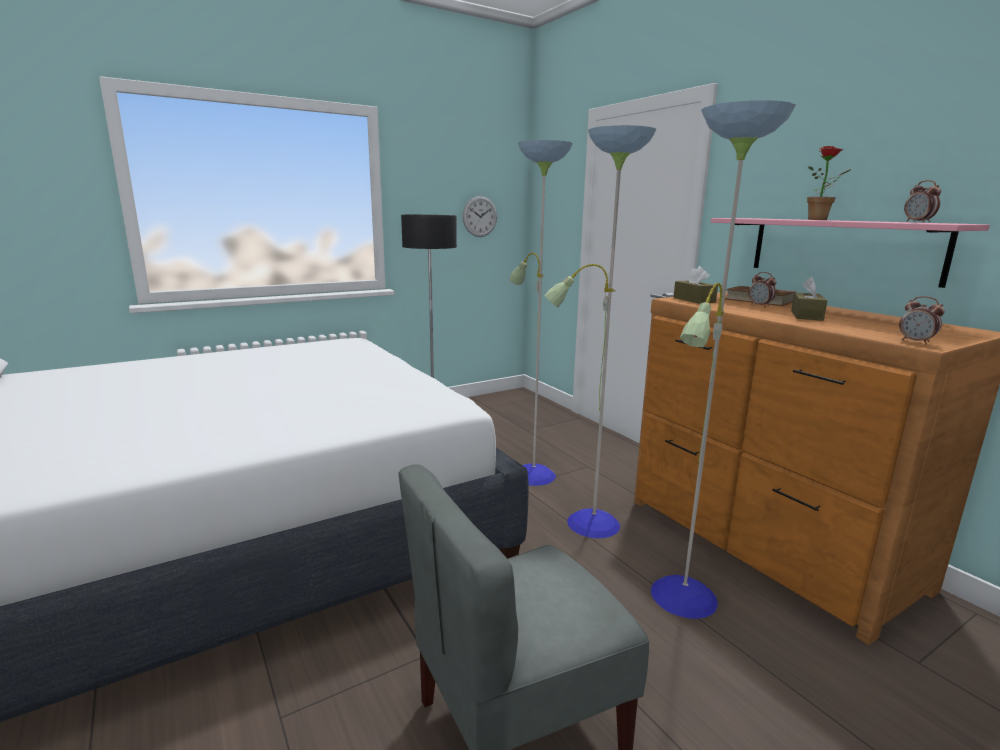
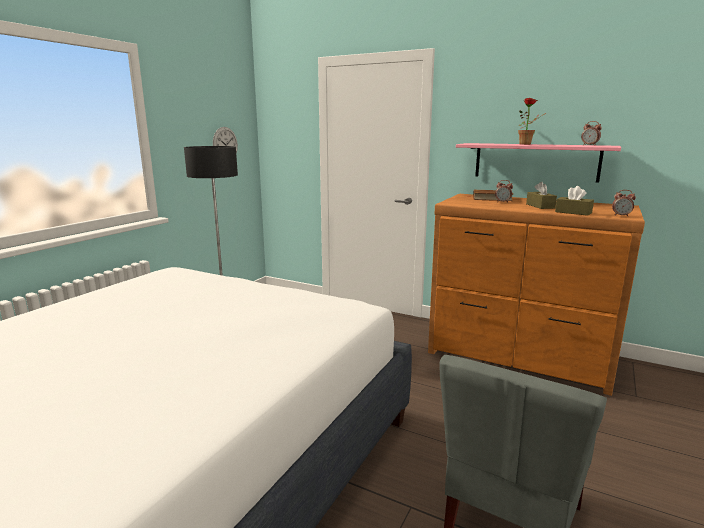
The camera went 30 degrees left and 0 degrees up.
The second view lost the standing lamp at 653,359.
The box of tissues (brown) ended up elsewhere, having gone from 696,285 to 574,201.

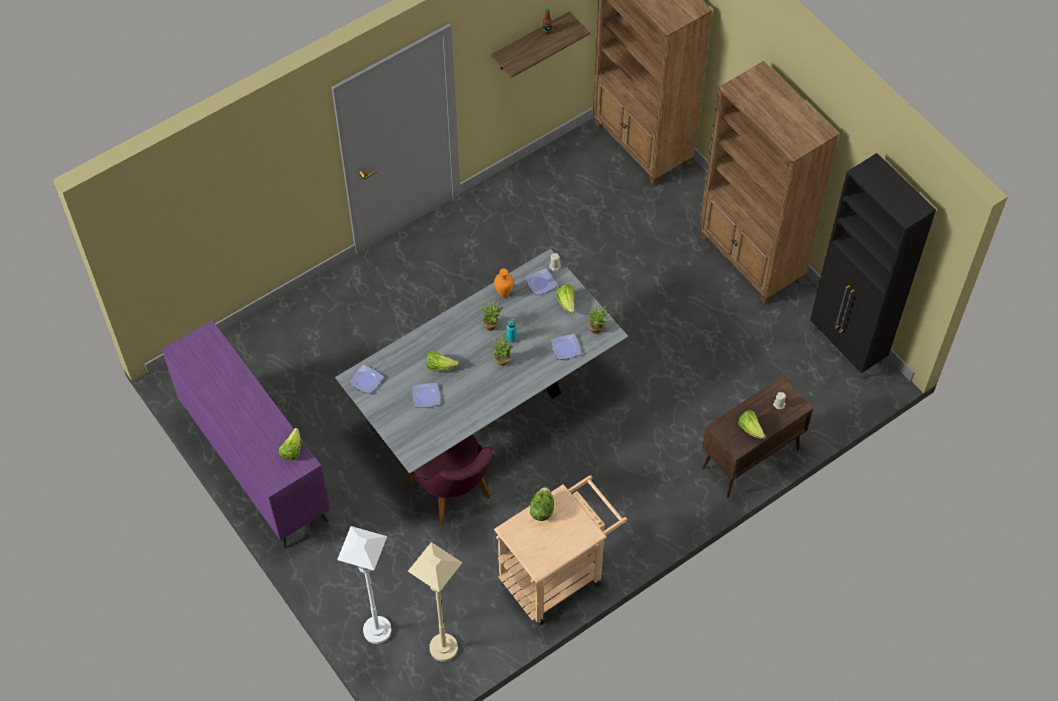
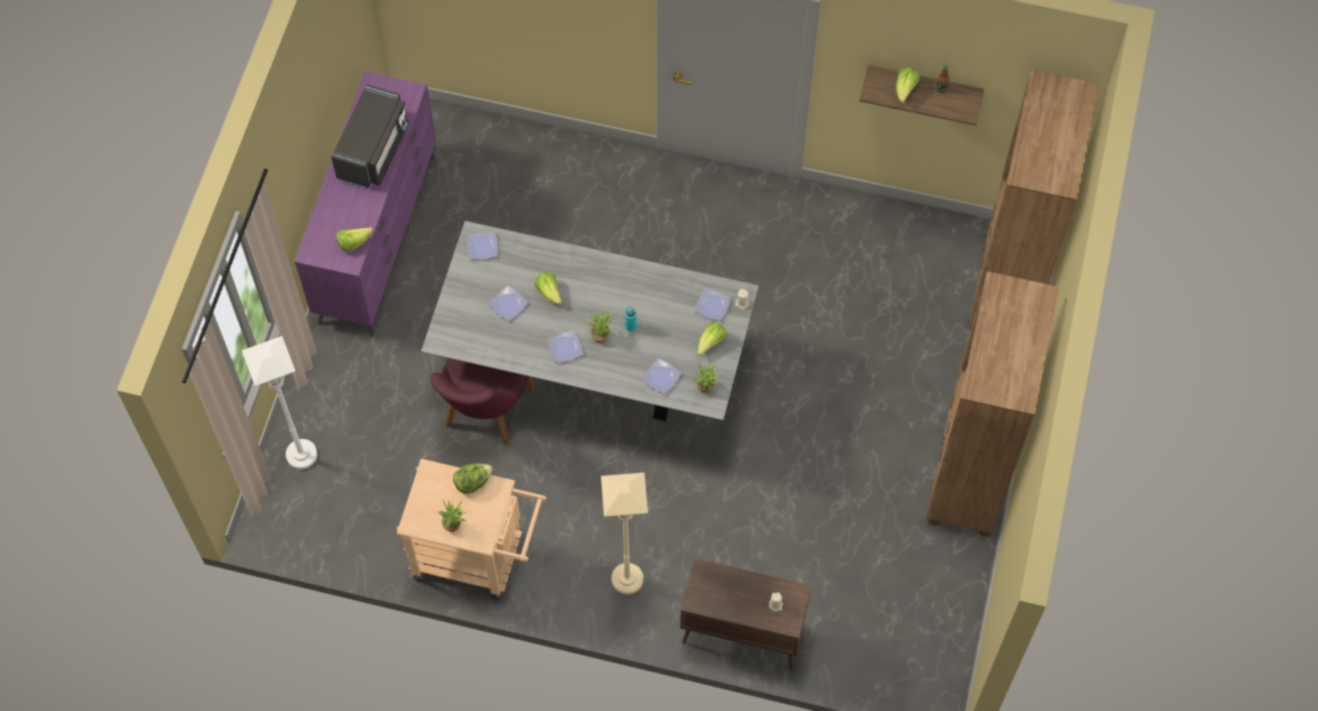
The camera went 50 degrees right and 5 degrees up.
The second view lost the decorative vase (orange-coloured) at 504,283.
The second view lost the storage cabinet (black) at 873,266.
The second view gained the microwave oven (black) at 370,136.
The second view gained the dinner plate at 566,347.
The standing lamp (beige-coloured) ended up elsewhere, having gone from 435,602 to 624,534.
The houseplant ended up elsewhere, having gone from 492,315 to 453,515.
The lettuce ended up elsewhere, having gone from 752,424 to 908,85.

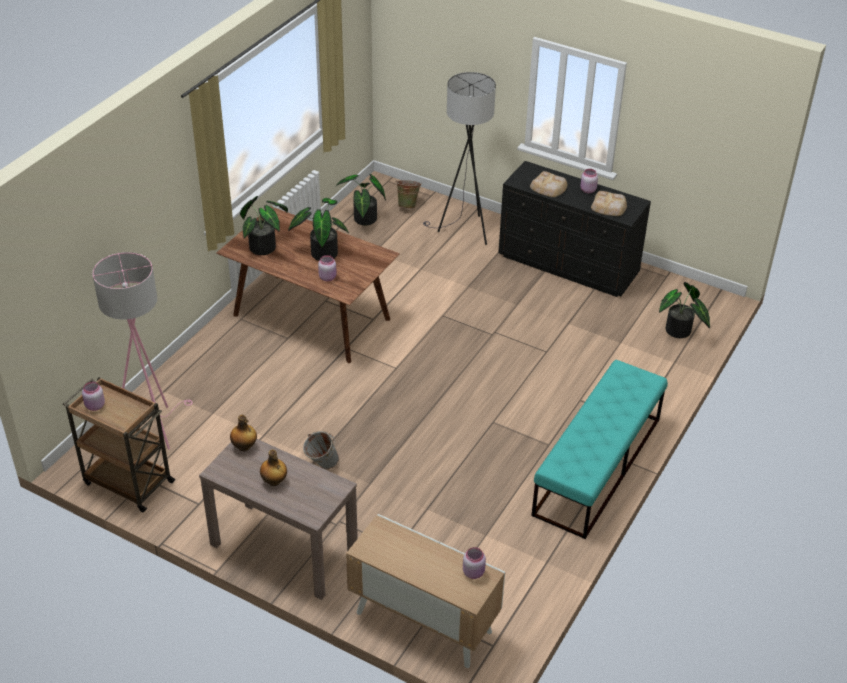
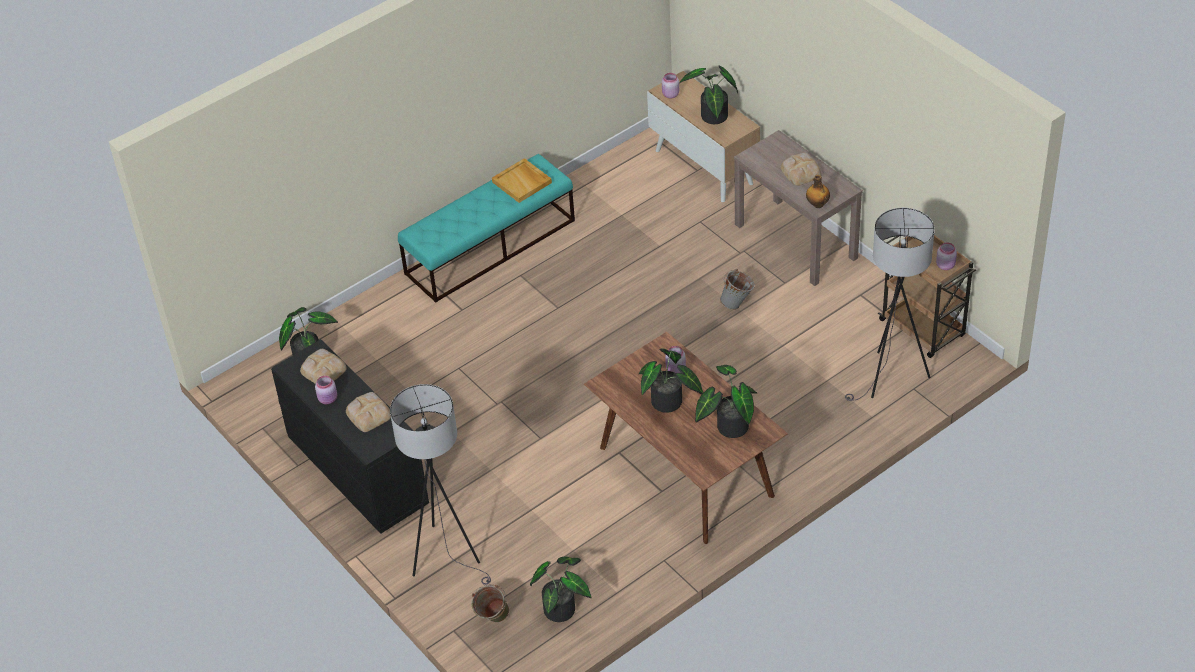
The camera went 155 degrees left and 5 degrees up.
The second view gained the serving tray (beige-coloured) at 522,180.
The second view gained the houseplant at 708,95.
Where the beverage bottle stood at 273,468, the bread came to stand at 801,169.
What was the standing lamp (pink) at 142,351 turned into the standing lamp (grey) at 890,304.

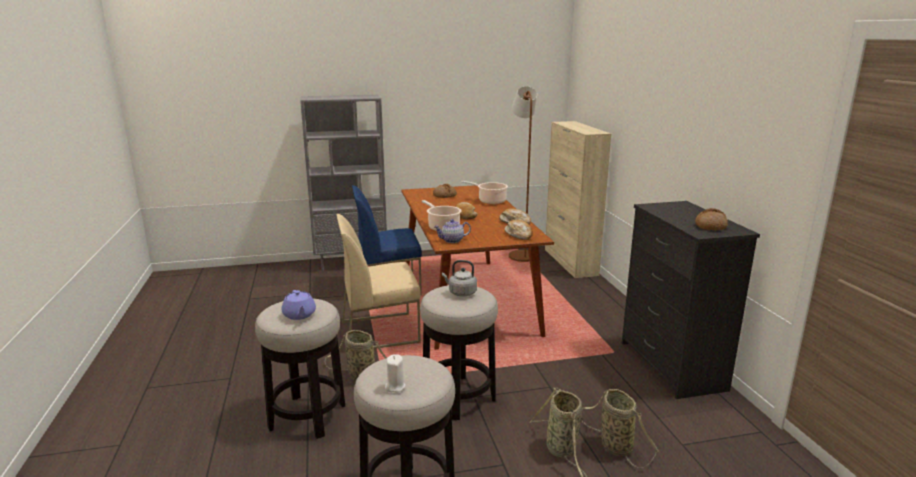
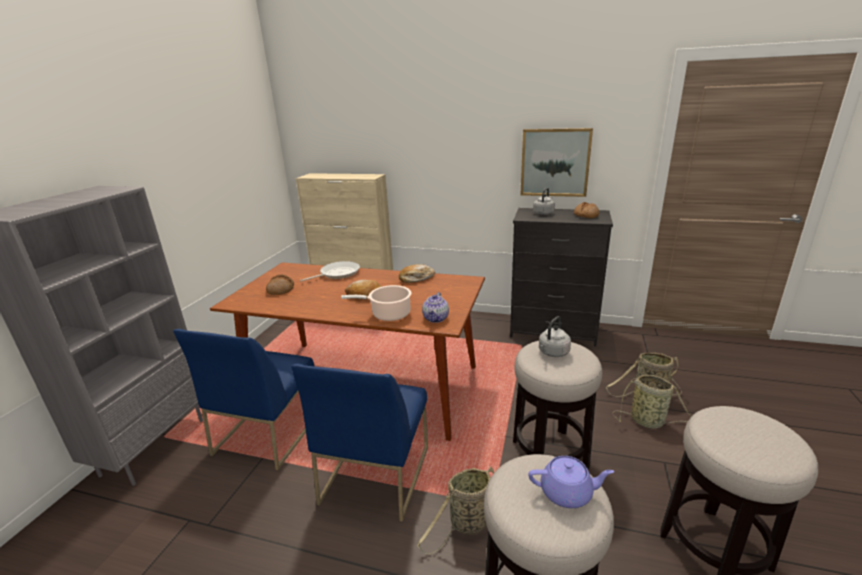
The camera went 60 degrees left and 5 degrees up.
The second view lost the wax candle (white-coloured) at 395,373.
The second view lost the bread at 519,230.
The second view lost the standing lamp (brown) at 523,174.
The second view gained the wall art at 556,162.
The second view gained the kettle (grey) at 544,201.
Where the saucepot stood at 485,192, the frying pan came to stand at 330,271.
What was the chair (beige-coloured) at 378,281 turned into the chair (blue) at 360,443.

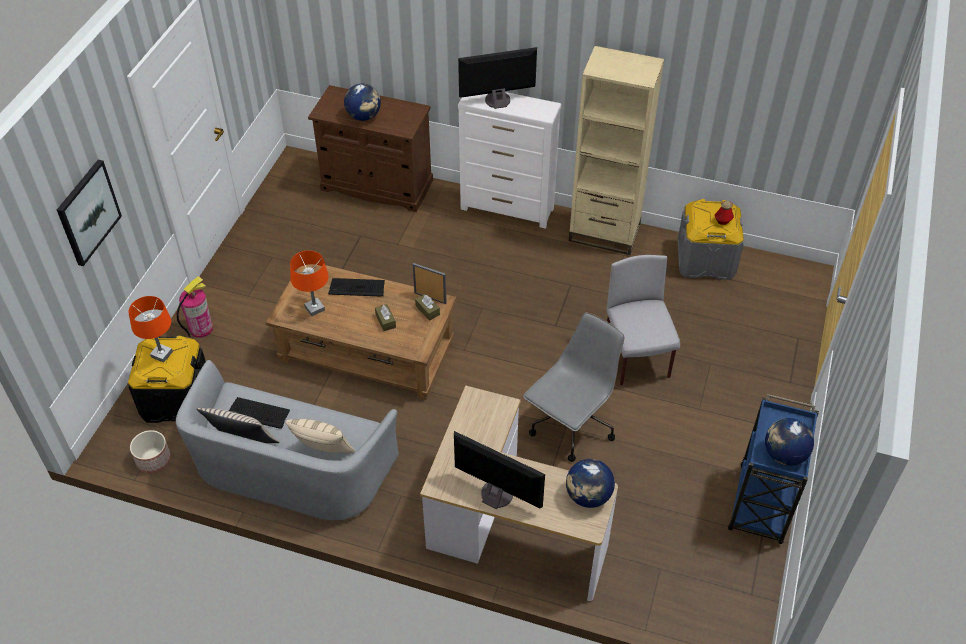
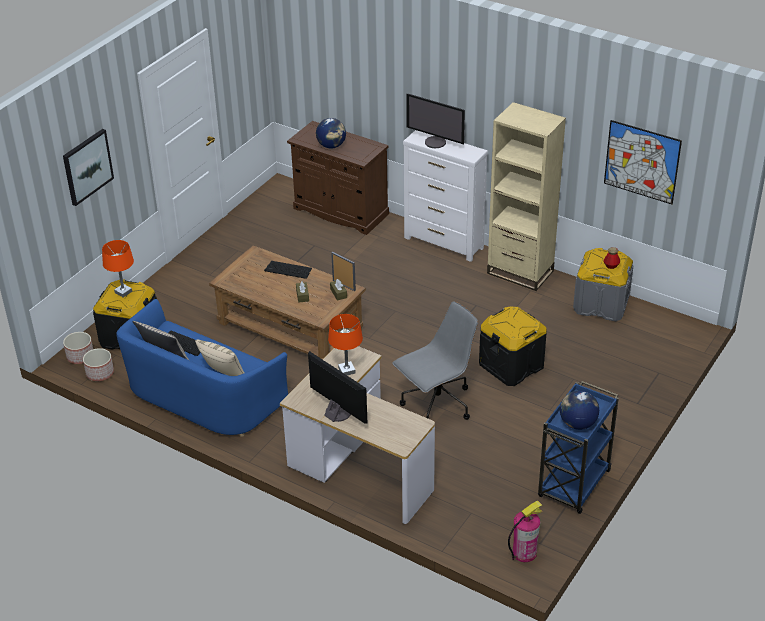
The camera went 15 degrees right and 10 degrees down.
The second view lost the globe at 590,483.
The second view gained the planter at 78,348.
The second view gained the wall art at 643,162.
The extinguisher ended up elsewhere, having gone from 194,307 to 525,531.
The table lamp (orange-coloured) ended up elsewhere, having gone from 309,283 to 345,344.
Where the chair (grey) stood at 643,320, the storage container (black) came to stand at 513,346.
What was the couch (grey) at 287,440 turned into the couch (blue) at 202,368.
The computer screen at 497,78 ended up facing another way, 150 degrees counterclockwise from before.

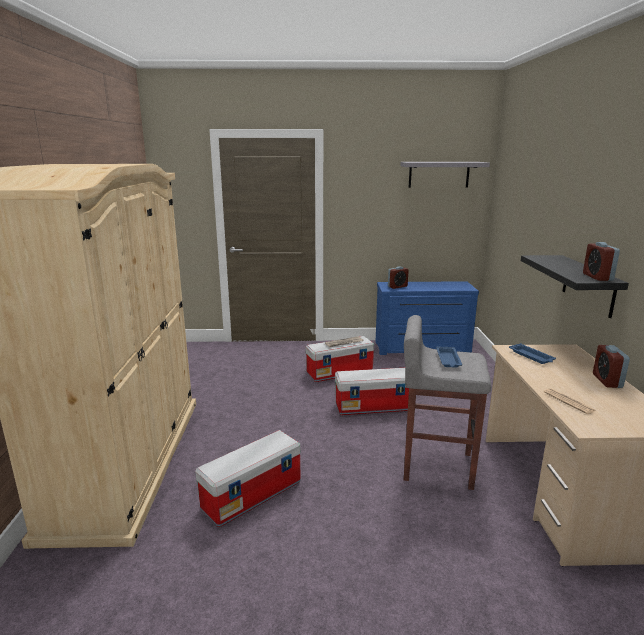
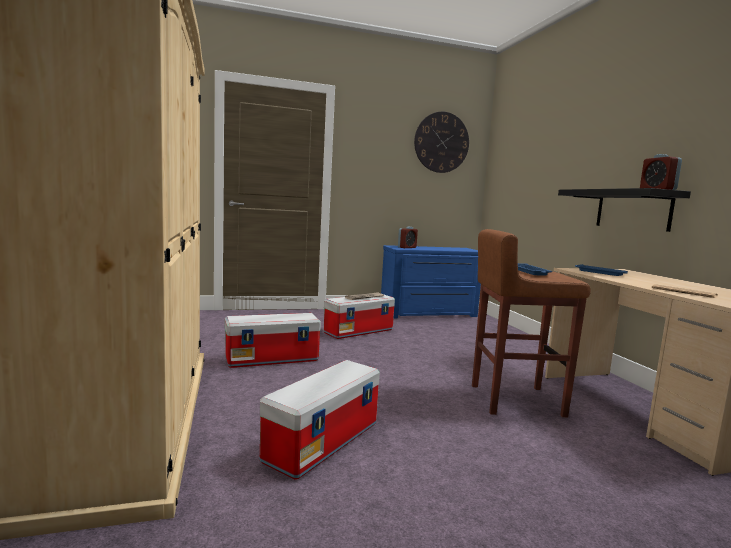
The camera went 15 degrees left and 10 degrees down.
The second view lost the bedside clock at 611,366.
The storage container ended up elsewhere, having gone from 372,391 to 273,340.
Where the shelf (grey) hung at 445,175, the clock on the wall came to hang at 441,142.
What was the sitting stool (grey) at 447,402 turned into the sitting stool (brown) at 531,323.

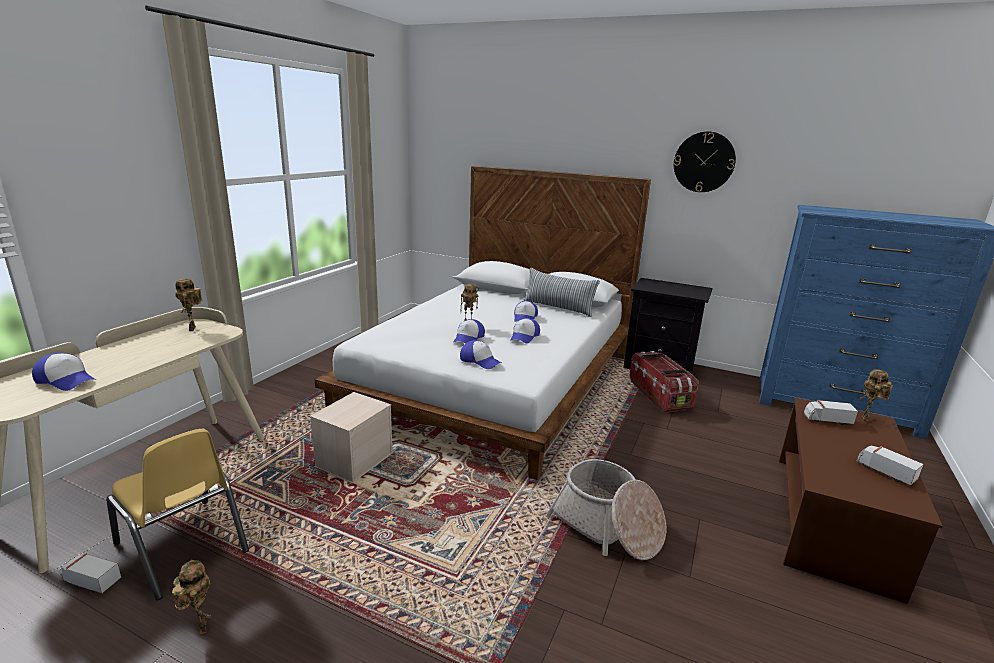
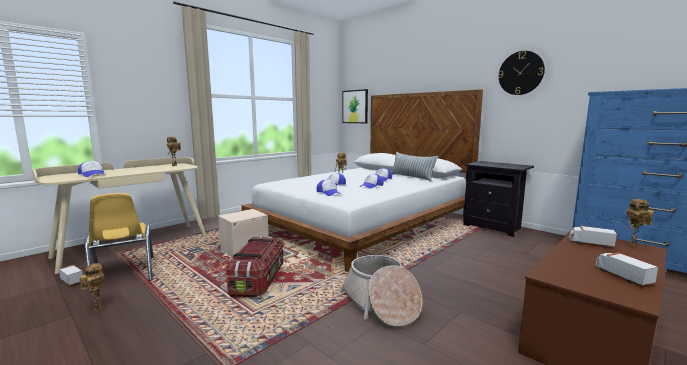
The camera went 20 degrees right and 10 degrees down.
The second view gained the wall art at 355,106.
The storage container ended up elsewhere, having gone from 664,382 to 255,266.

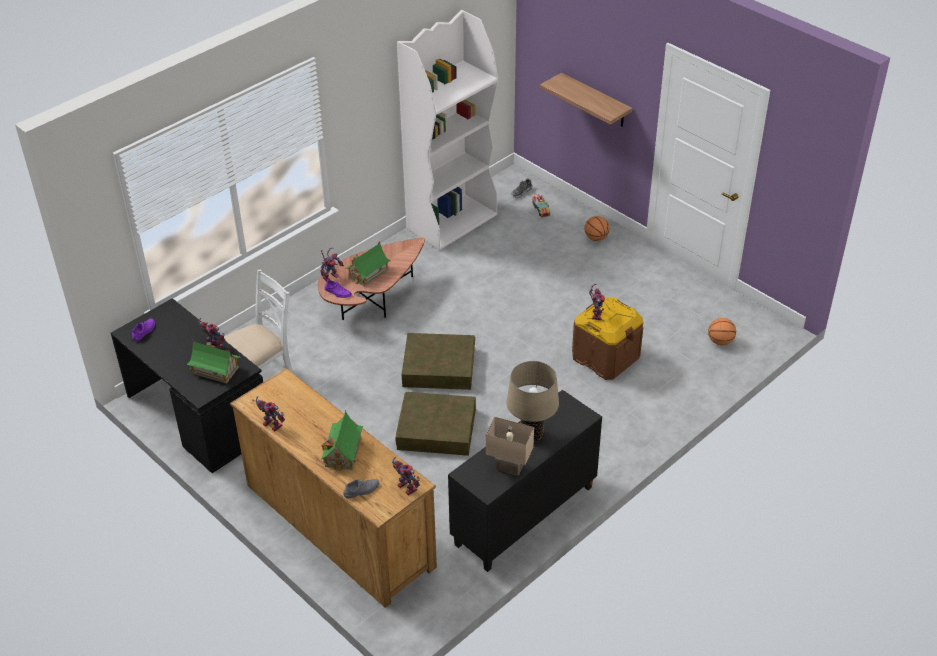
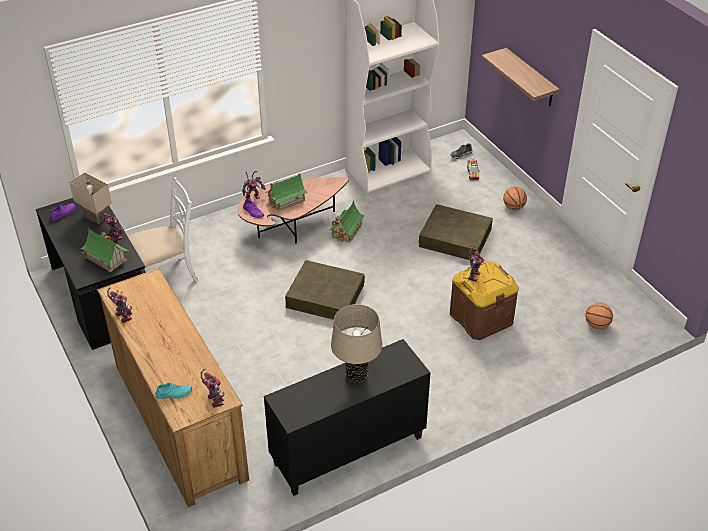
The camera went 15 degrees right and 0 degrees up.
The model house ended up elsewhere, having gone from 342,440 to 346,221.
The storage container (brown) ended up elsewhere, having gone from 435,424 to 456,232.
The table lamp (beige-coloured) ended up elsewhere, having gone from 510,446 to 90,198.
What was the shoe (grey) at 361,489 turned into the shoe (blue-green) at 173,391.

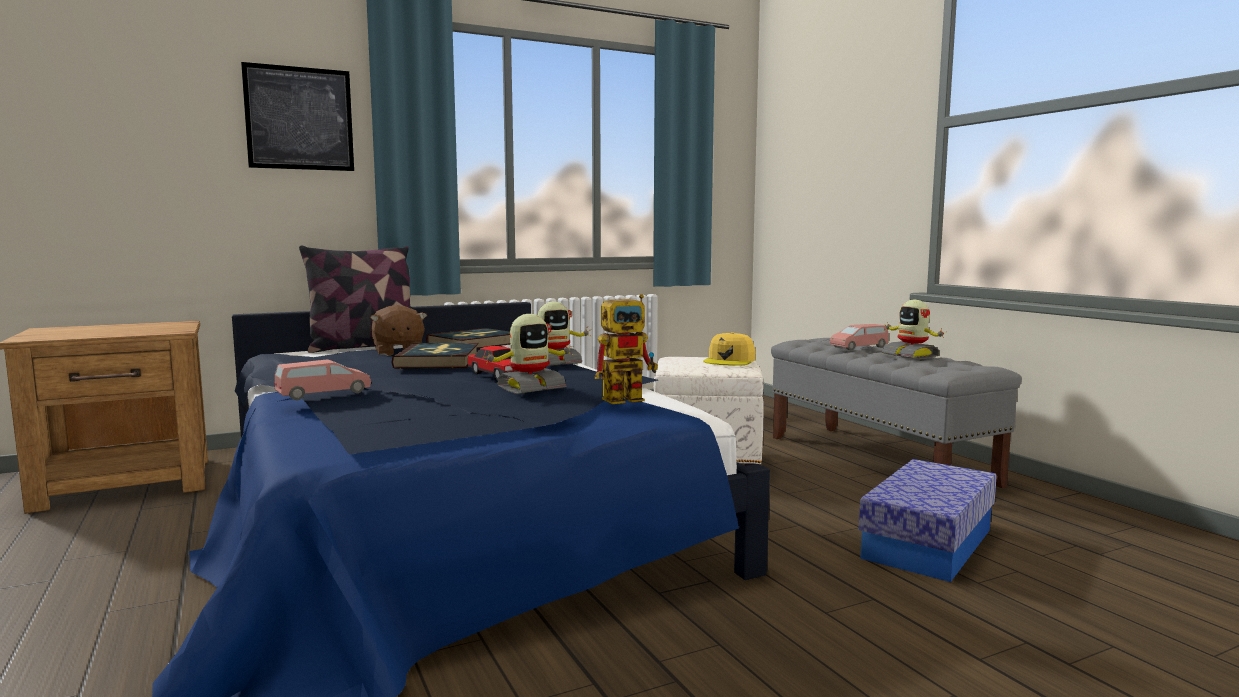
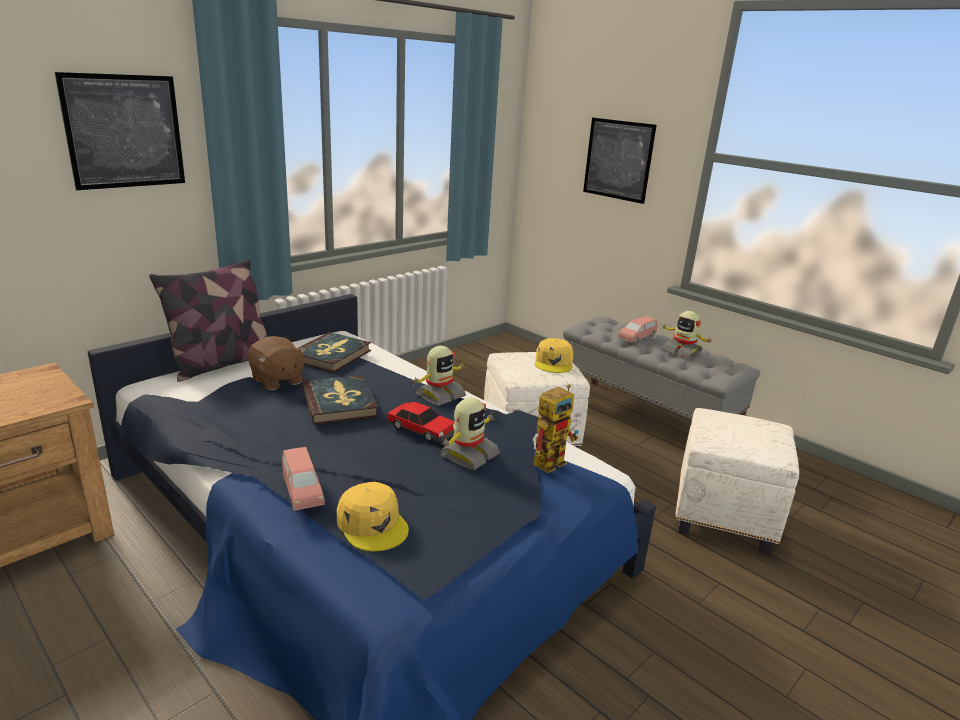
The camera went 20 degrees left and 15 degrees up.
The second view gained the cap (yellow) at 373,516.
The second view gained the wall art at 620,161.
Where the storage container stood at 928,520, the footrest (white-coloured) came to stand at 737,482.
The miniature car (pink) at 322,379 ended up facing another way, 120 degrees clockwise from before.

